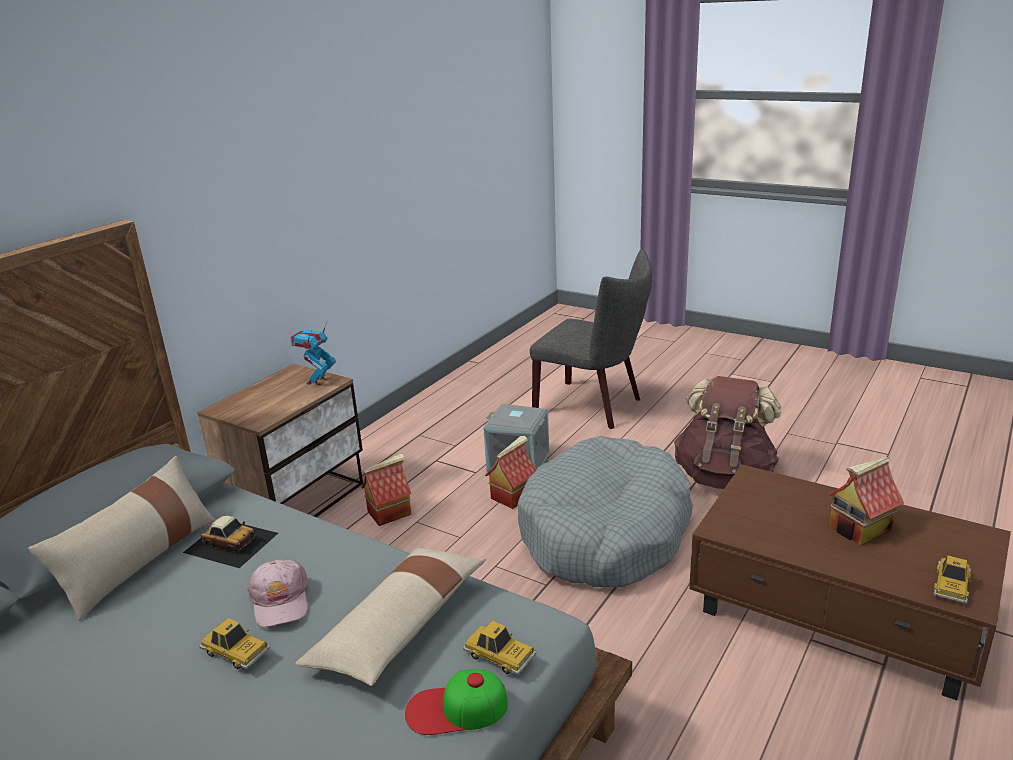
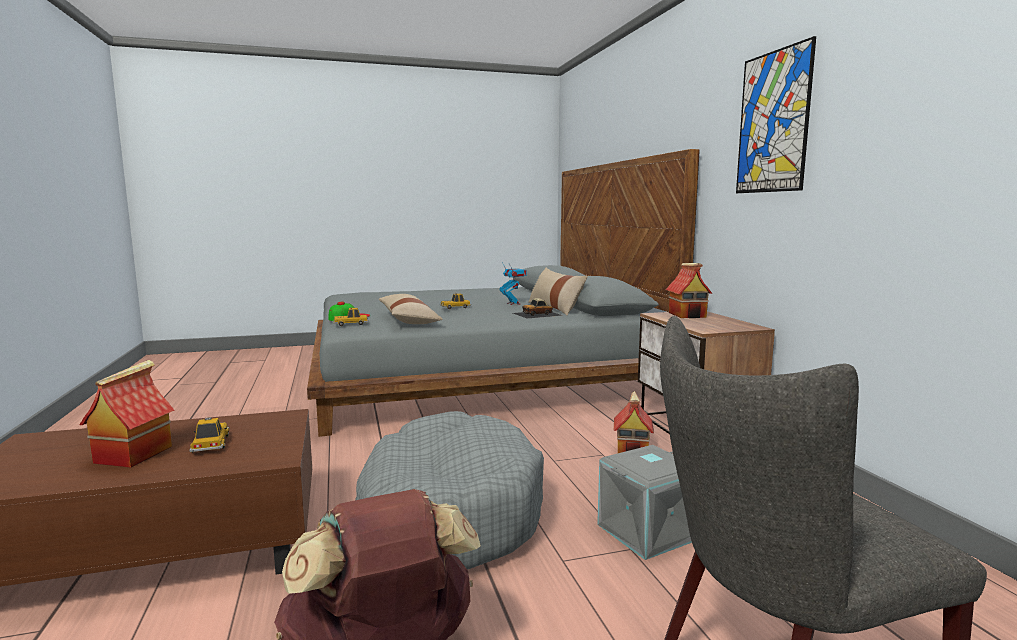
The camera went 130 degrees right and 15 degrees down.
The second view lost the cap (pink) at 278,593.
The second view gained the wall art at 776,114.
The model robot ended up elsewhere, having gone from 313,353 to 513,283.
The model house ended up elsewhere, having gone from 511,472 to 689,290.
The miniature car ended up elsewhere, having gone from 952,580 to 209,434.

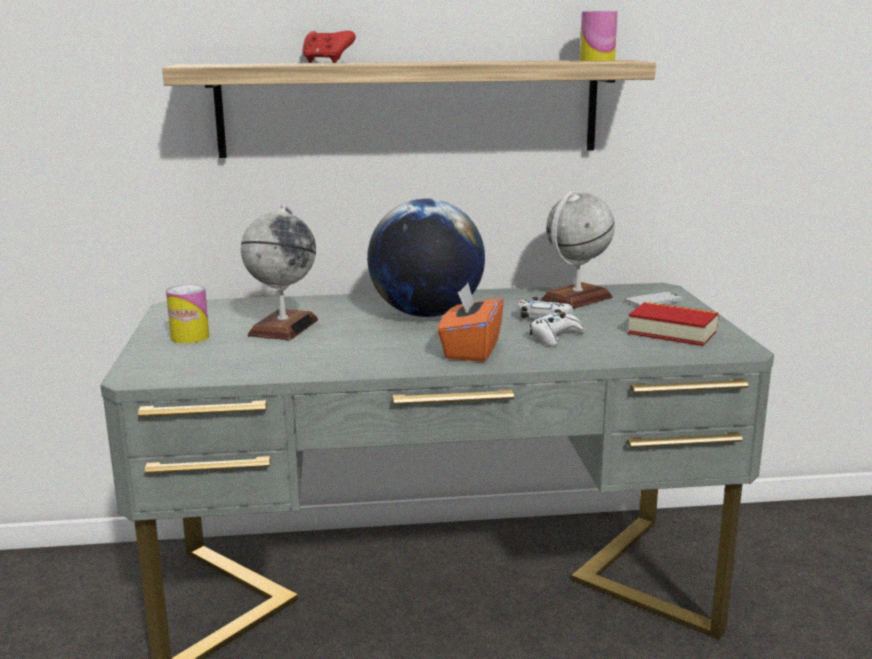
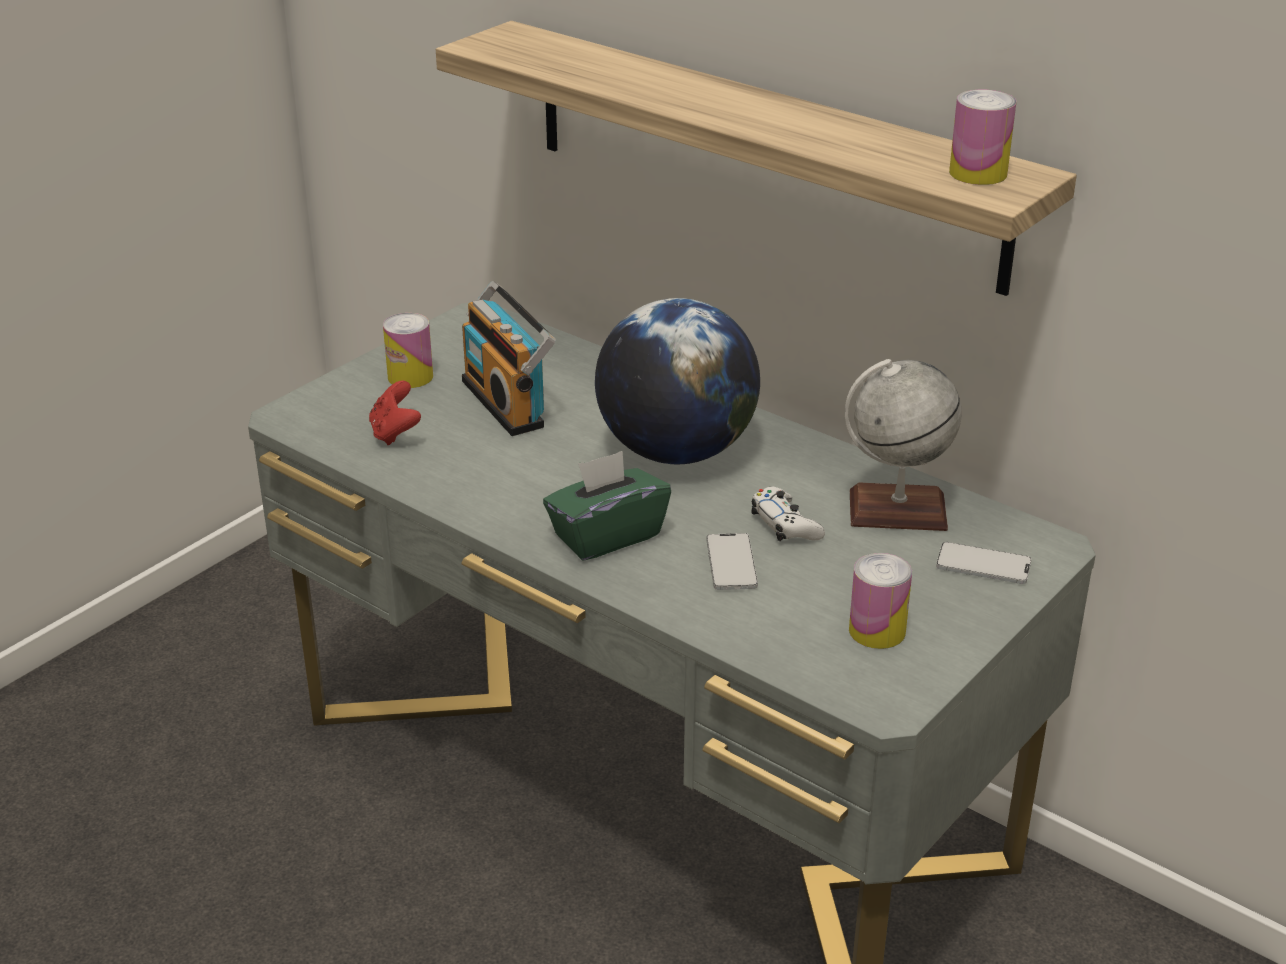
The camera went 45 degrees right and 15 degrees up.
The game controller (reddish) ended up elsewhere, having gone from 329,47 to 395,413.
Where the globe stood at 279,272, the radio came to stand at 509,358.
Where the game controller (white-coloured) stood at 557,329, the phone came to stand at 732,561.
Where the book stood at 673,324, the sealed can came to stand at 880,601.
What was the box of tissues (orange-coloured) at 470,322 turned into the box of tissues (green) at 607,506.

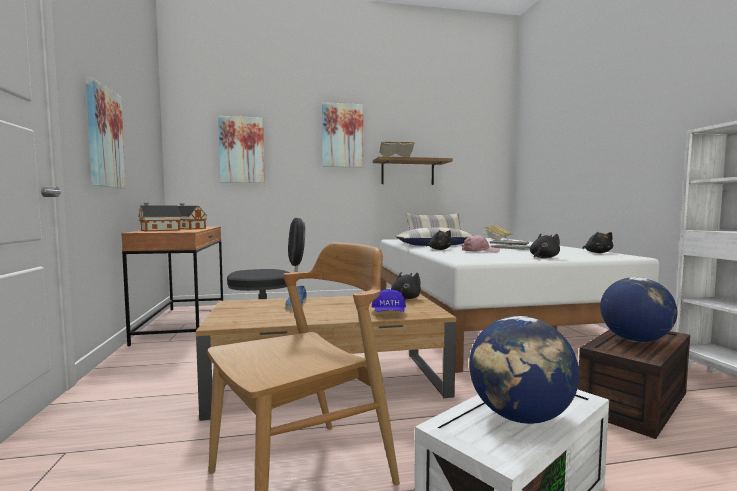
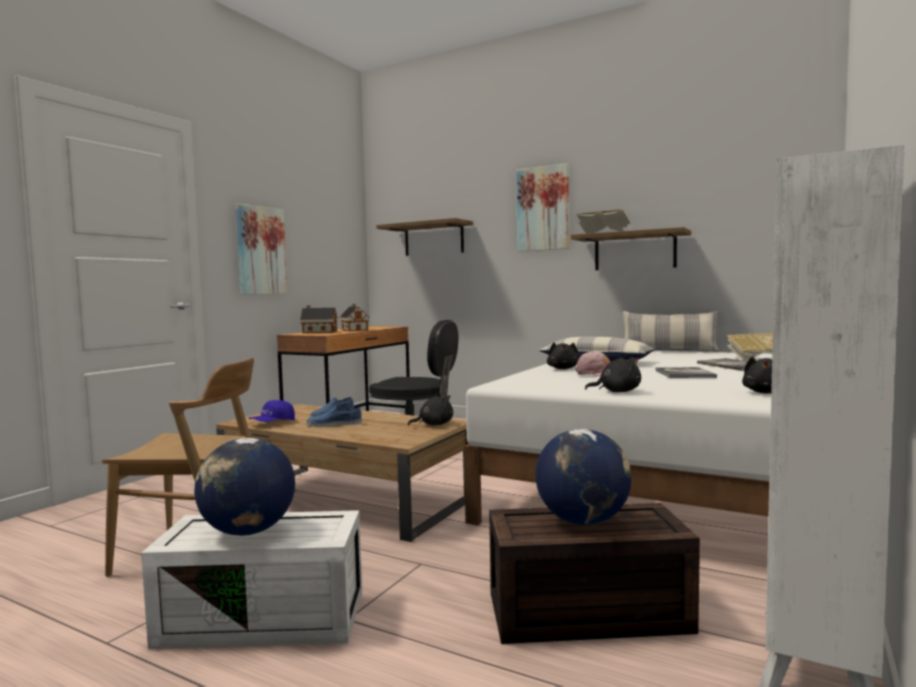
The camera went 40 degrees right and 0 degrees up.
The second view gained the shoe (blue) at 334,416.
The cap (blue) ended up elsewhere, having gone from 389,300 to 272,411.
Where the wall art hung at 241,149, the shelf came to hang at 424,237.

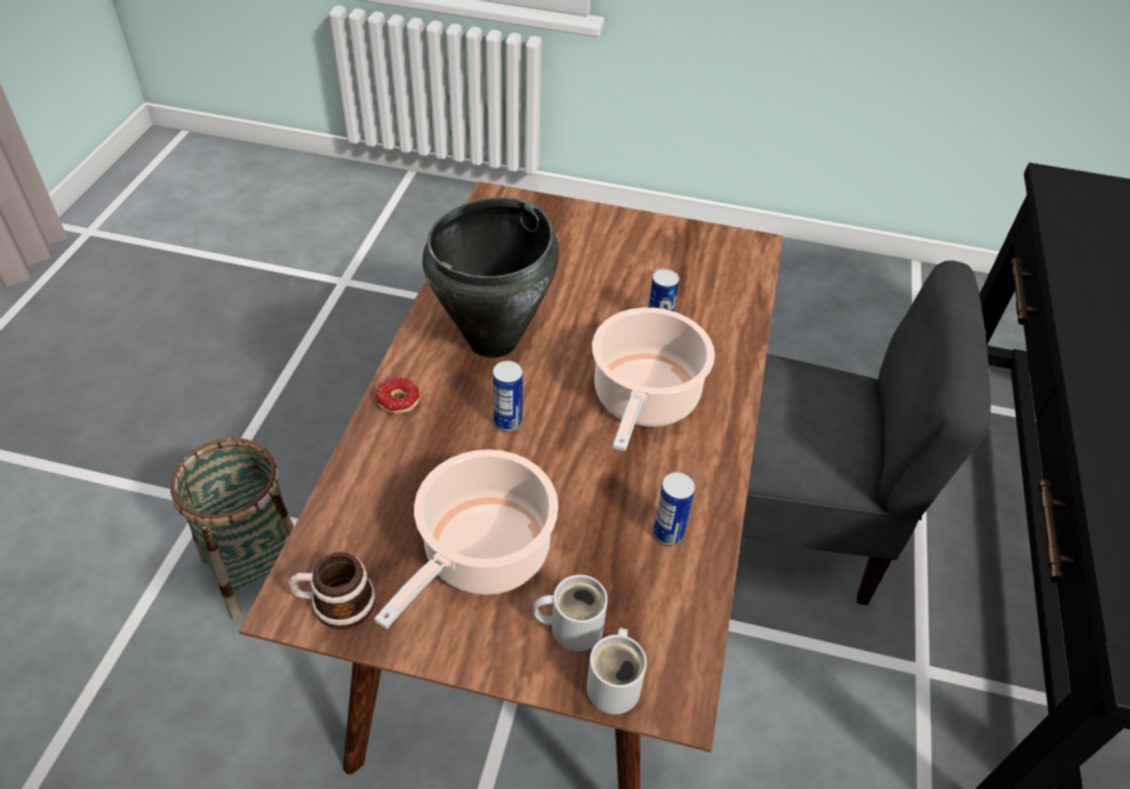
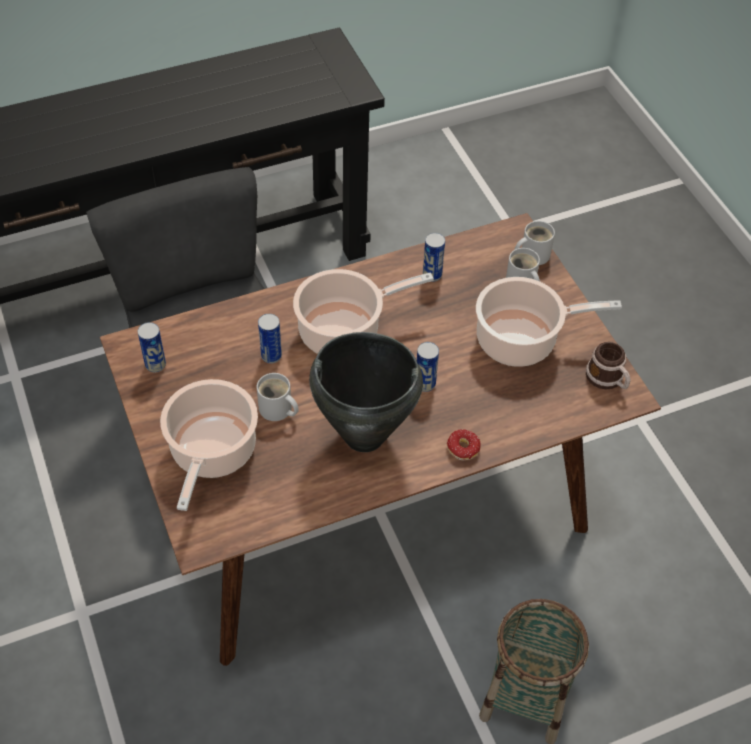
The camera went 125 degrees left and 5 degrees up.
The second view gained the sealed can at 152,347.
The second view gained the saucepot at 209,445.
The second view gained the mug (white-coloured) at 278,397.

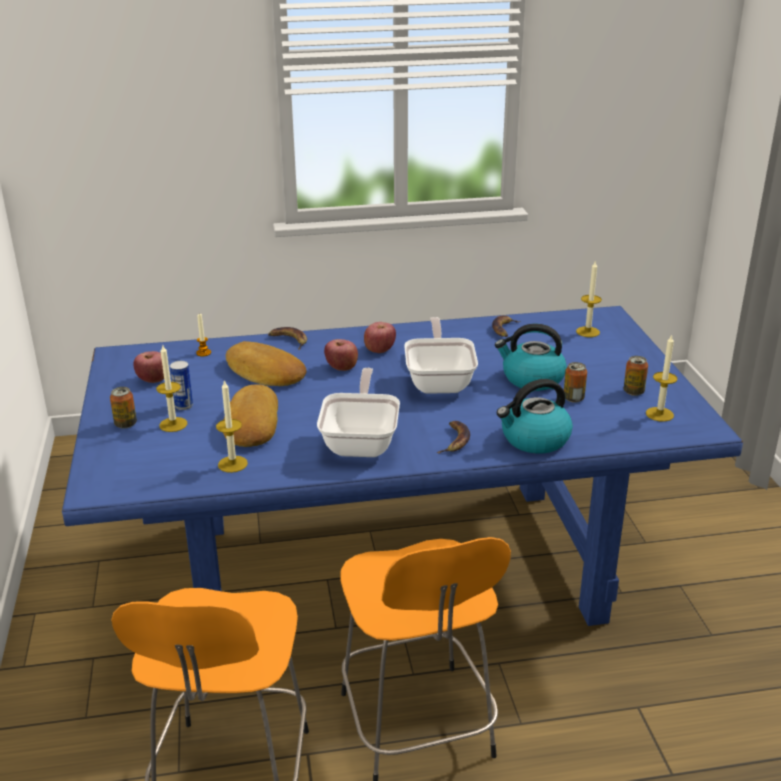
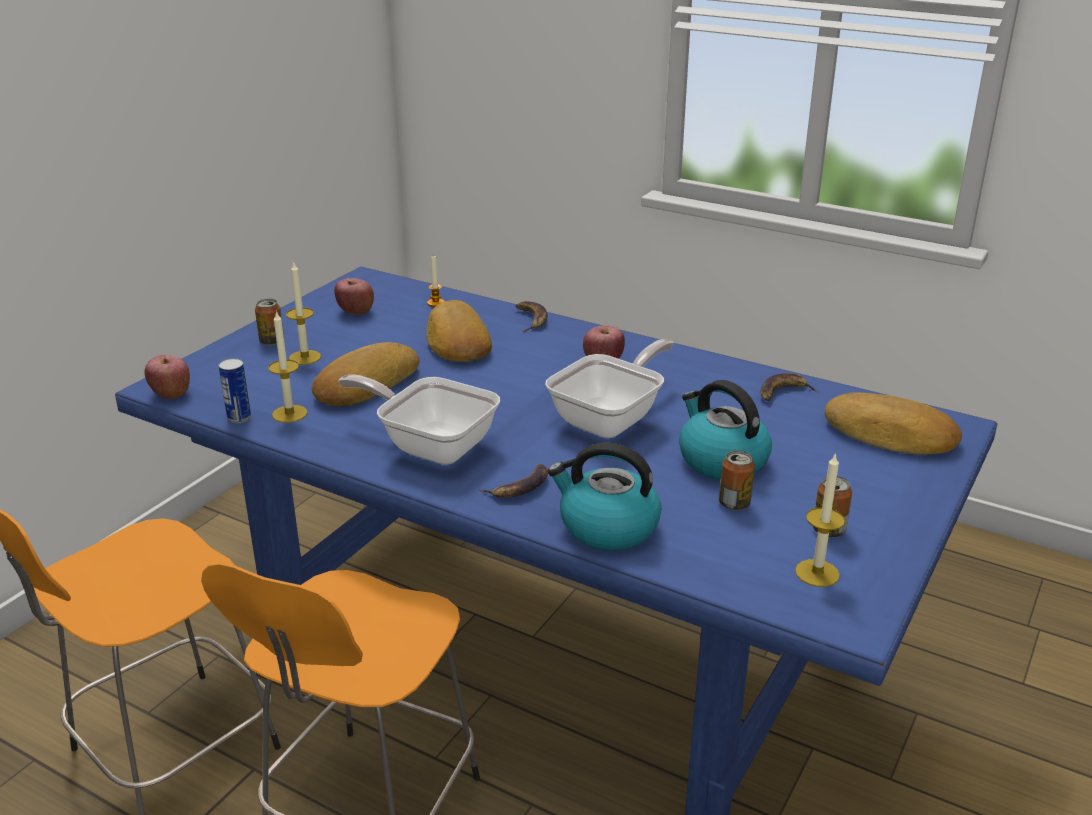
The camera went 40 degrees right and 0 degrees up.
The sealed can ended up elsewhere, having gone from 181,385 to 234,390.
The apple fruit ended up elsewhere, having gone from 341,355 to 167,377.
Where the wax candle stood at 589,298, the bread came to stand at 893,423.
The frying pan at 358,412 ended up facing another way, 105 degrees counterclockwise from before.

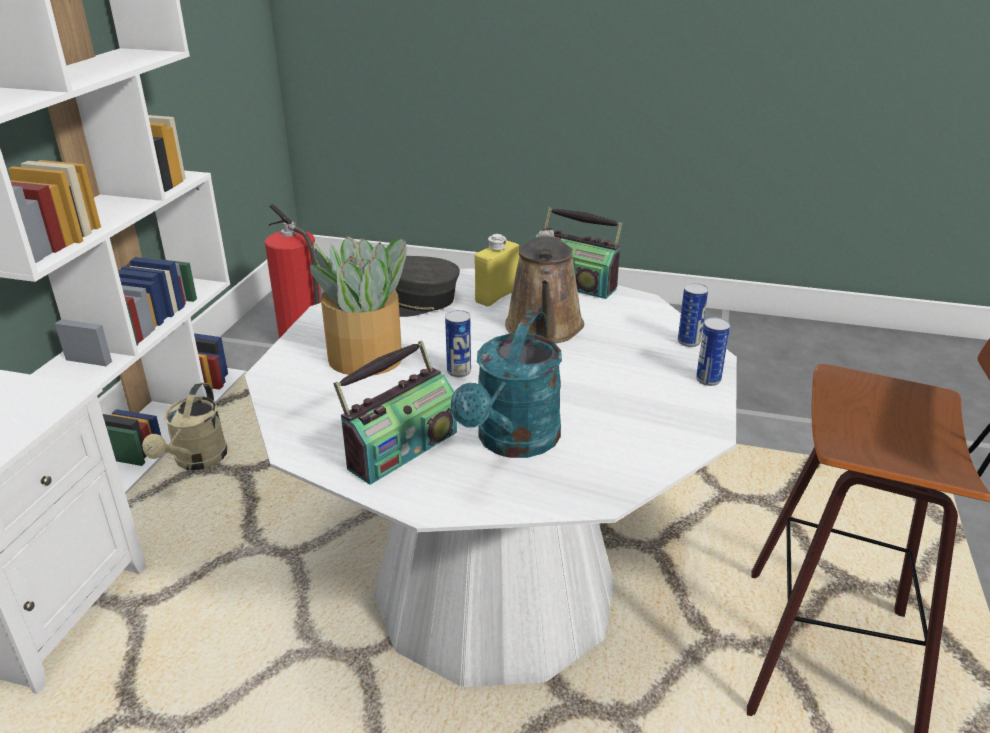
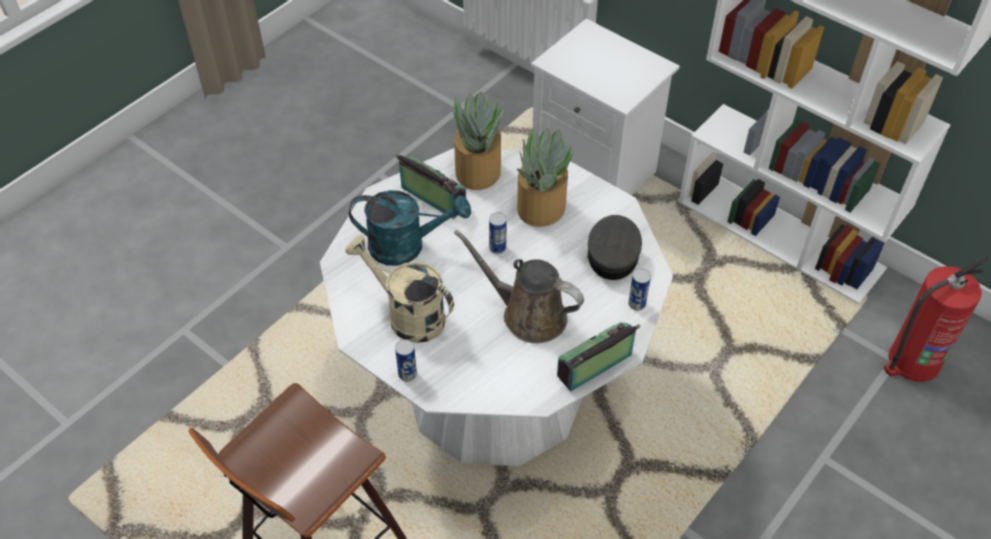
The camera went 115 degrees right and 20 degrees up.
The second view lost the beverage bottle (yellow) at 496,270.
The second view gained the houseplant at 478,141.
The watering pot (beige-coloured) ended up elsewhere, having gone from 185,426 to 399,289.
The sealed can ended up elsewhere, having gone from 693,315 to 639,290.
The radio at 395,413 ended up facing another way, 150 degrees clockwise from before.
The watering pot (blue-green) at 506,384 ended up facing another way, 135 degrees clockwise from before.

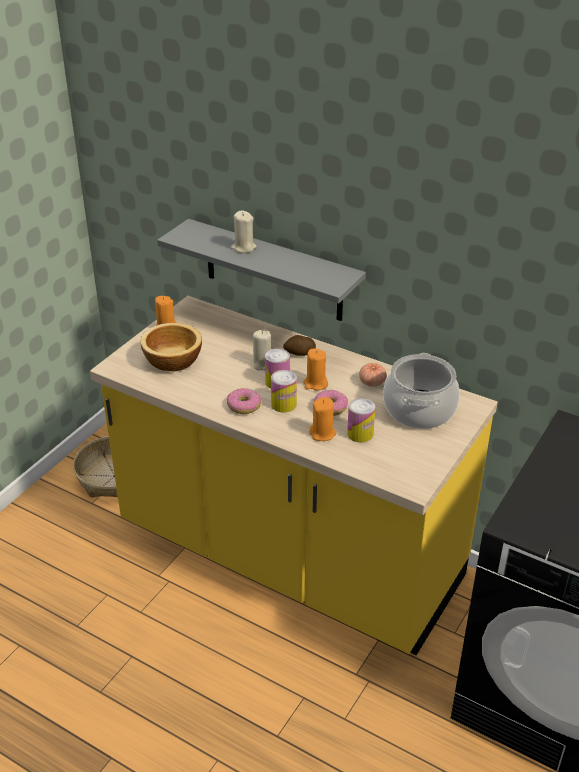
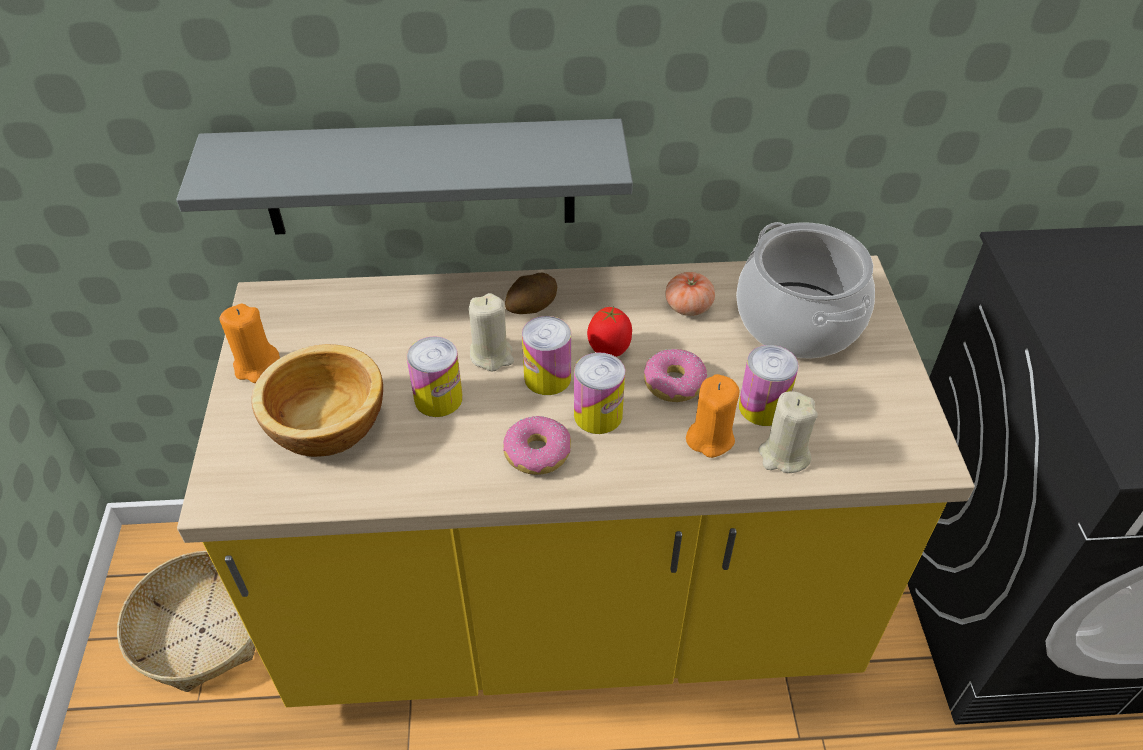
The camera went 35 degrees left and 10 degrees up.
The second view gained the sealed can at 435,376.
The wax candle (beige-coloured) ended up elsewhere, having gone from 243,231 to 788,432.
Where the wax candle (orange-coloured) stood at 315,369, the tomato came to stand at 609,332.

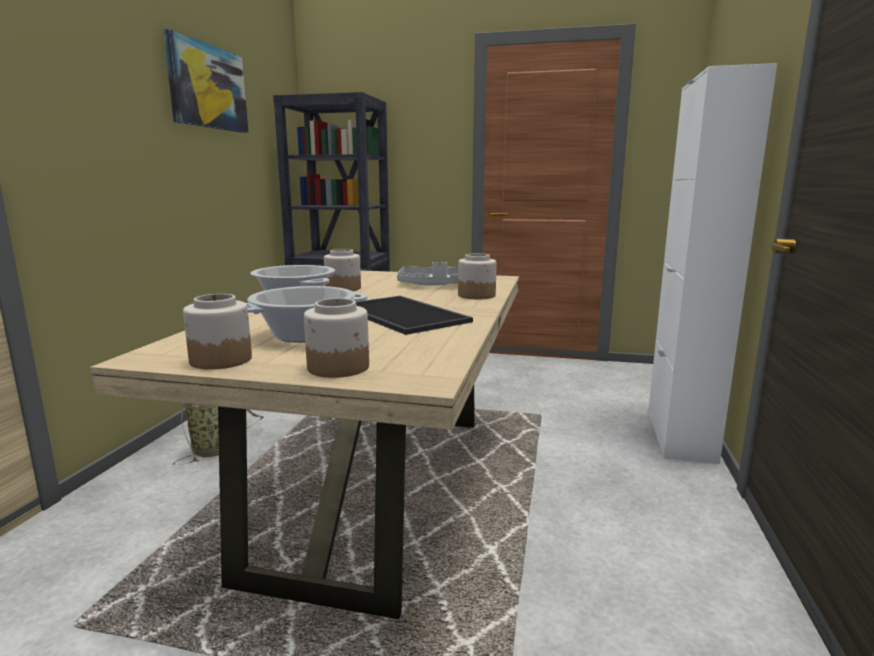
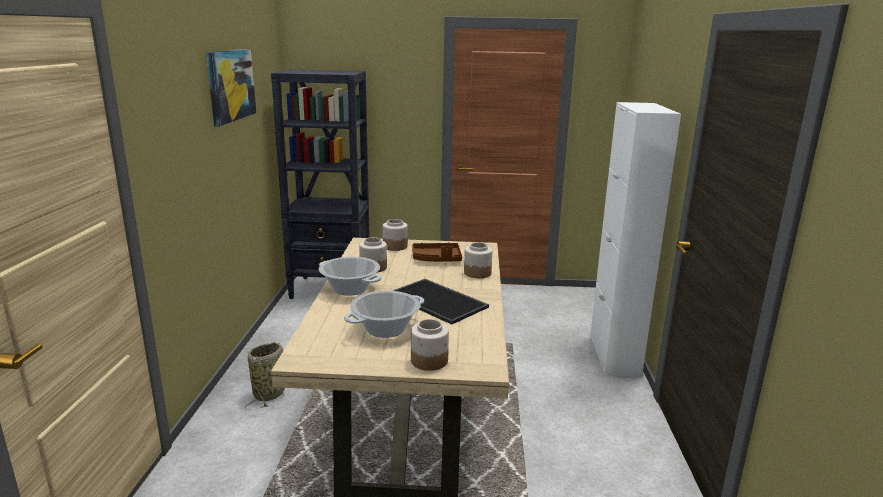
The camera went 10 degrees left and 5 degrees up.
The jar ended up elsewhere, having gone from 217,332 to 395,235.
What was the serving tray (grey) at 427,274 turned into the serving tray (brown) at 437,252.

